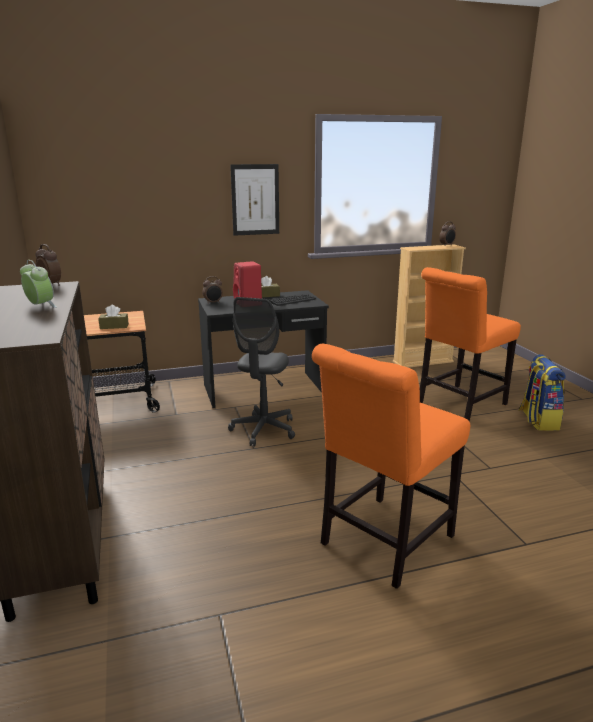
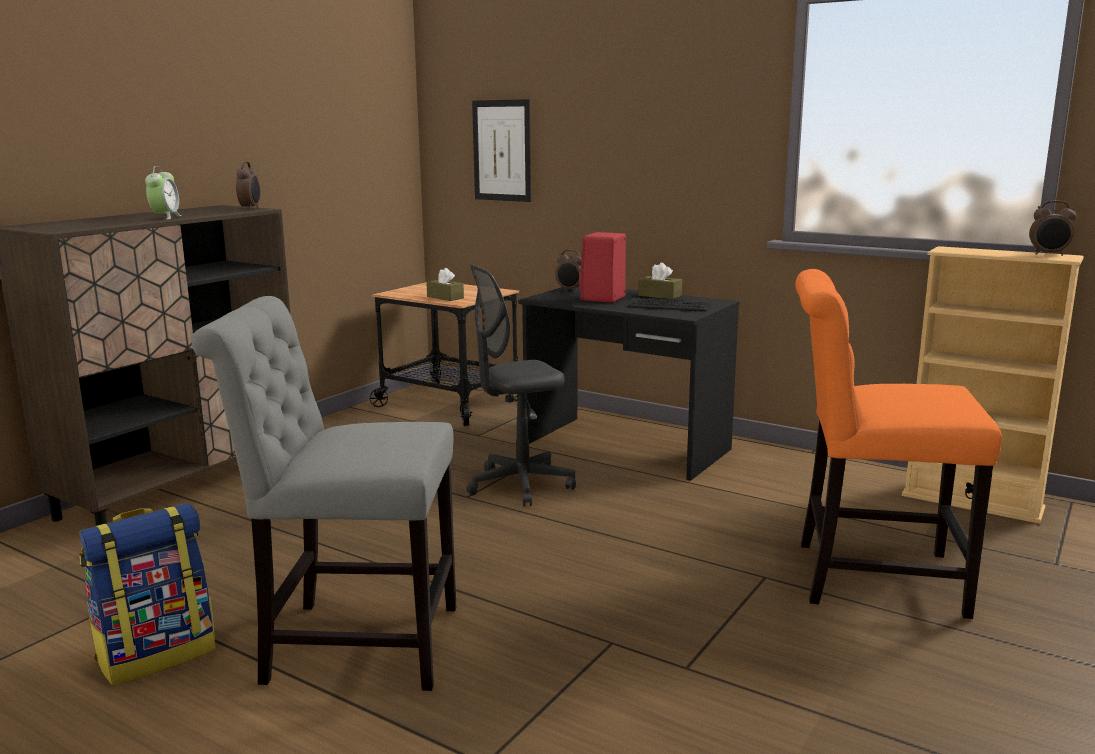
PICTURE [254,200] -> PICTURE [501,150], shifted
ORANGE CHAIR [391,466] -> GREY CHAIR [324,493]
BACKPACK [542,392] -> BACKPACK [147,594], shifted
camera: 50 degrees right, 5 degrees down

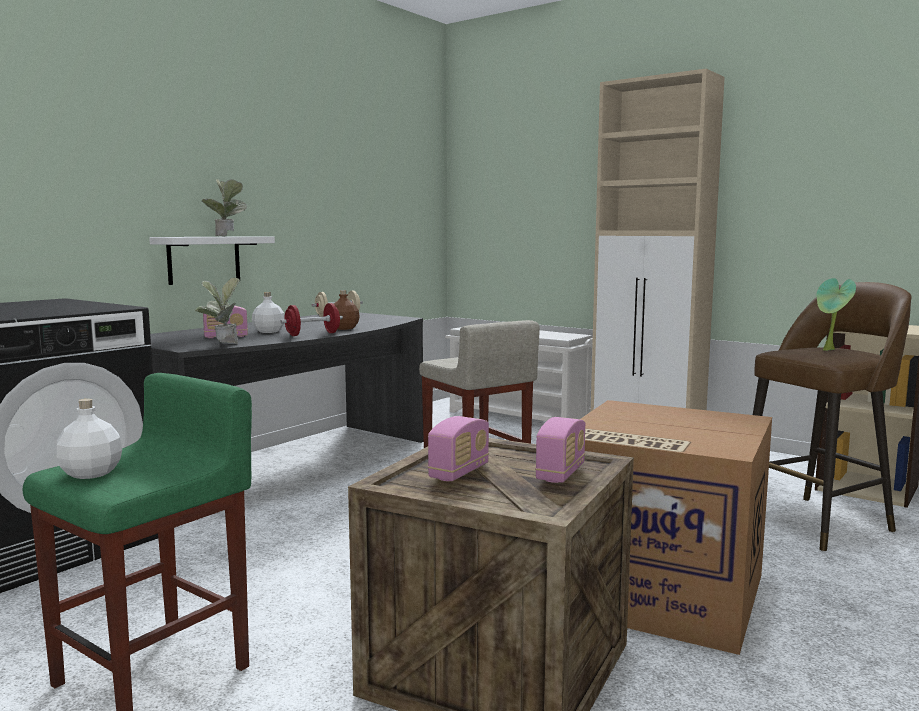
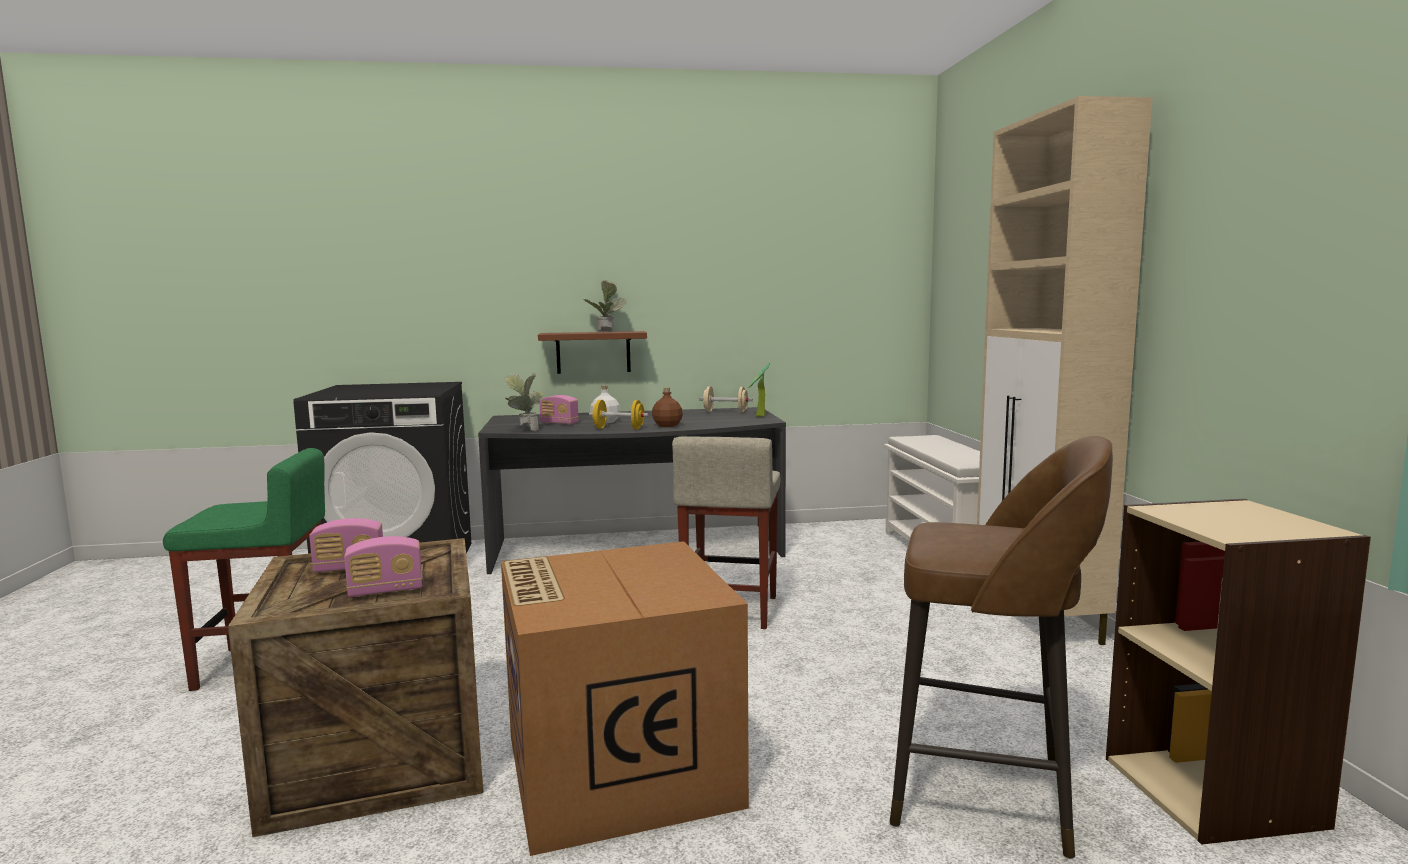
WHITE BOTTLE [89,439] -> none
WHITE SHELF [212,260] -> BROWN SHELF [592,352]
RED DUMBBELL [311,319] -> YELLOW DUMBBELL [619,415]
POTTED PLANT [836,314] -> POTTED PLANT [759,390], shifted
camera: 45 degrees right, 0 degrees up

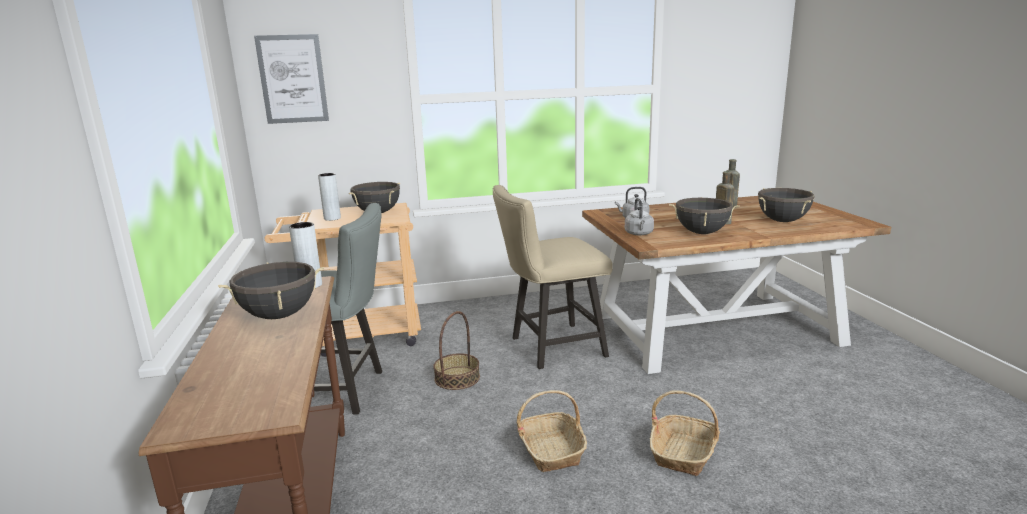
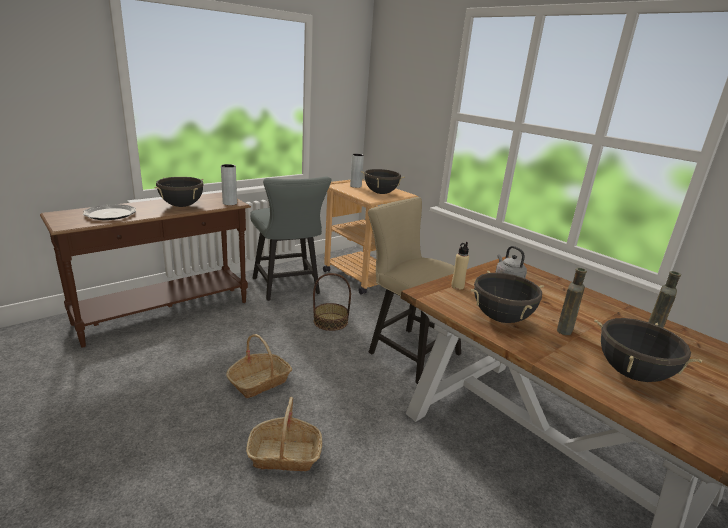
PICTURE [291,79] -> none
GREY KETTLE [639,216] -> BEIGE BOTTLE [460,266]
none -> PLATE [109,212]
camera: 60 degrees right, 5 degrees up

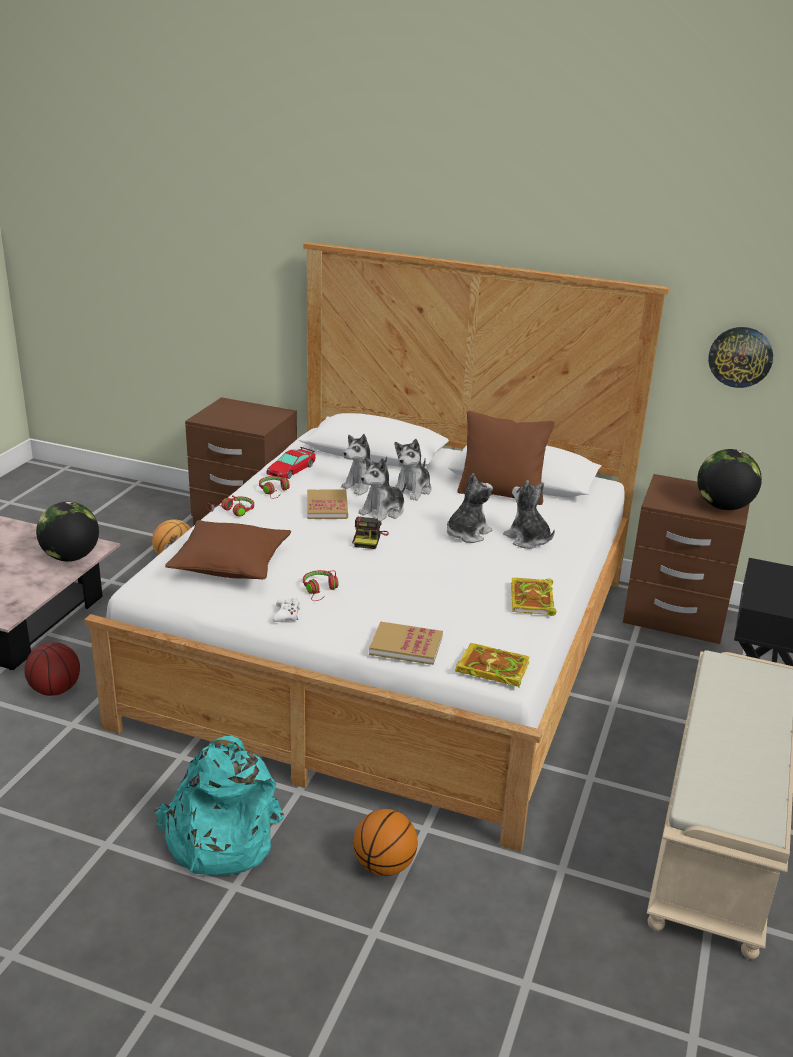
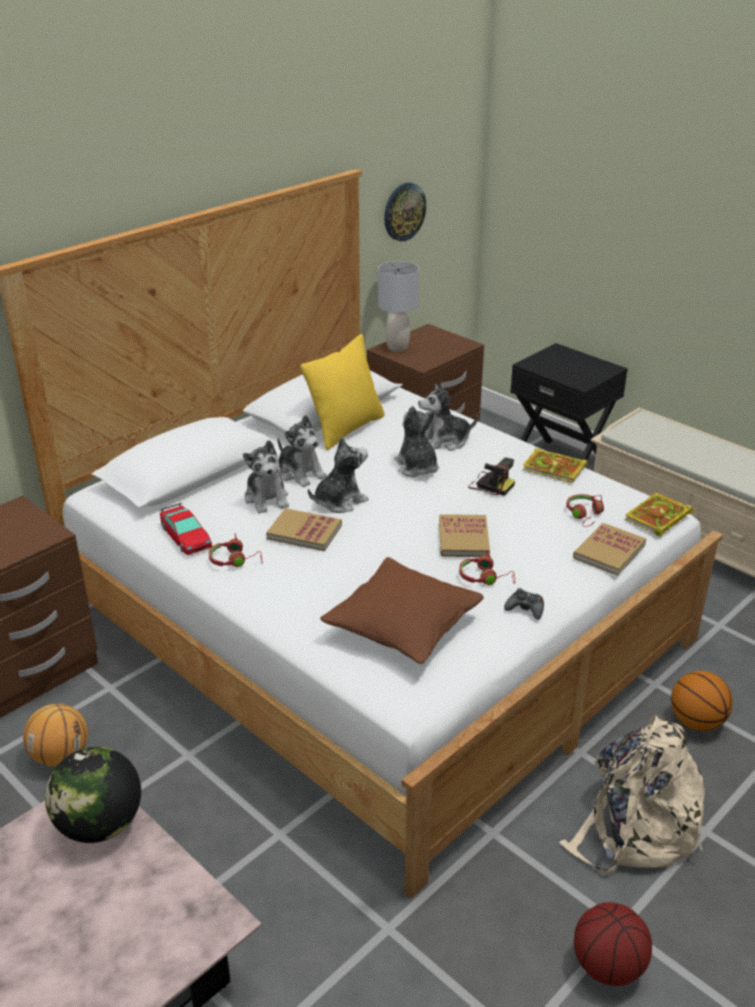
BASKETBALL [52,669] -> BASKETBALL [613,944], shifted
TURQUOISE BACKPACK [219,805] -> BEIGE BACKPACK [632,794]
RED HEADPHONES [230,505] -> RED HEADPHONES [585,510], shifted
WHITE GAME CONTROLLER [286,609] -> BLACK GAME CONTROLLER [524,604]
PHOTO CAMERA [370,532] -> PHOTO CAMERA [491,477], shifted
PLUSH TOY [382,489] -> PLUSH TOY [338,475], 105 degrees counterclockwise
BROWN PILLOW [506,458] -> YELLOW PILLOW [342,392]
GLOBE [729,479] -> none
none -> GREY TABLE LAMP [398,306]
none -> BOOK [464,535]
camera: 65 degrees left, 5 degrees up

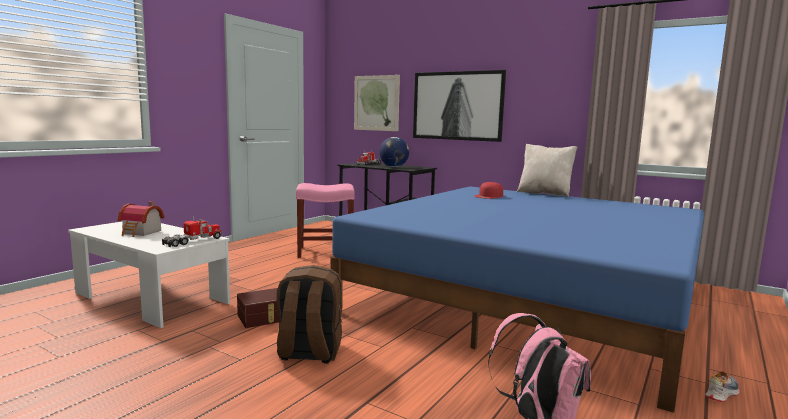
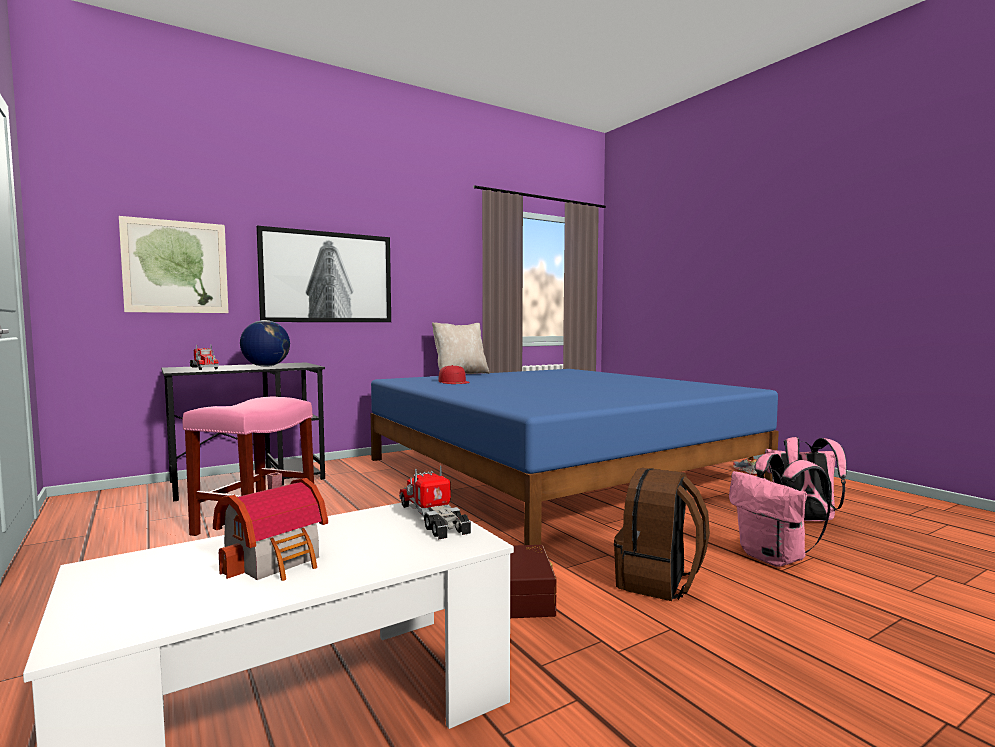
none -> PINK BACKPACK [780,510]
camera: 65 degrees left, 5 degrees down

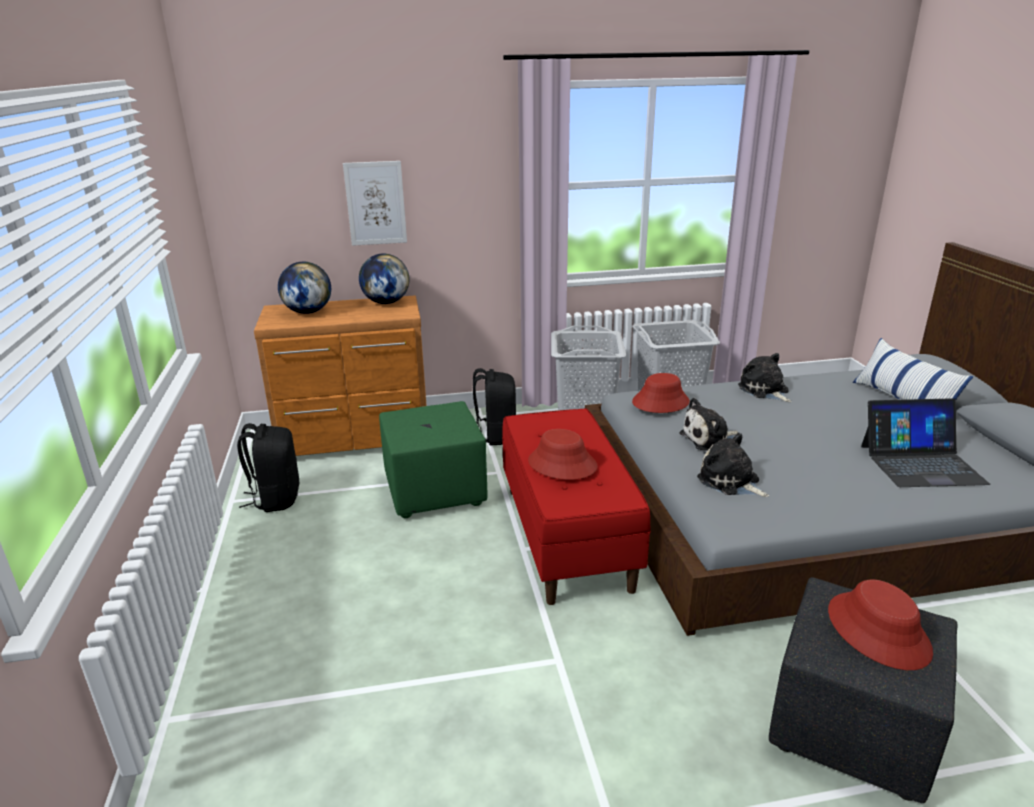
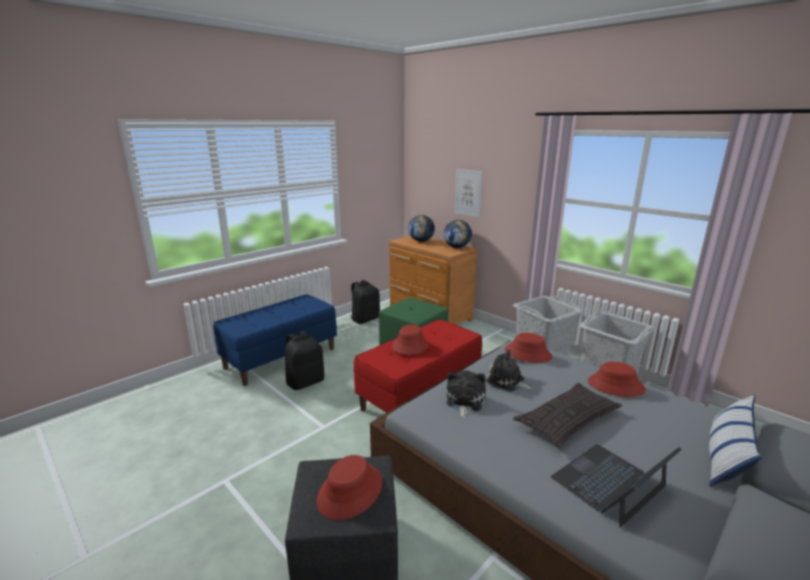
BLACK BACKPACK [494,407] -> BLACK BACKPACK [304,360], shifted
PLUSH TOY [765,377] -> RED HAT [617,379]
LAPTOP [925,442] -> LAPTOP [616,485], 90 degrees clockwise
none -> BLUE BENCH [275,340]
none -> PILLOW [567,415]
camera: 55 degrees right, 5 degrees down

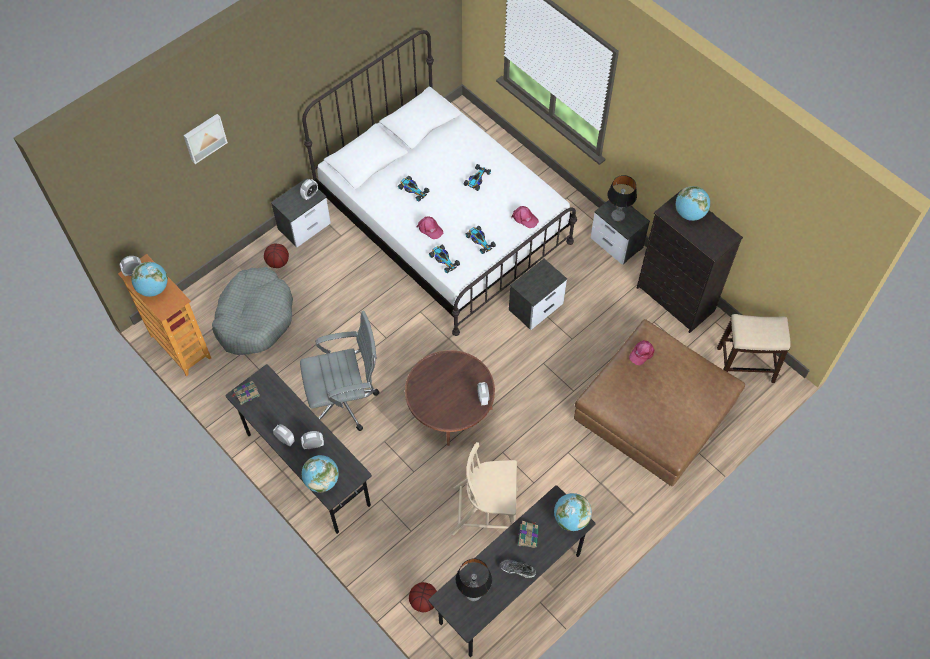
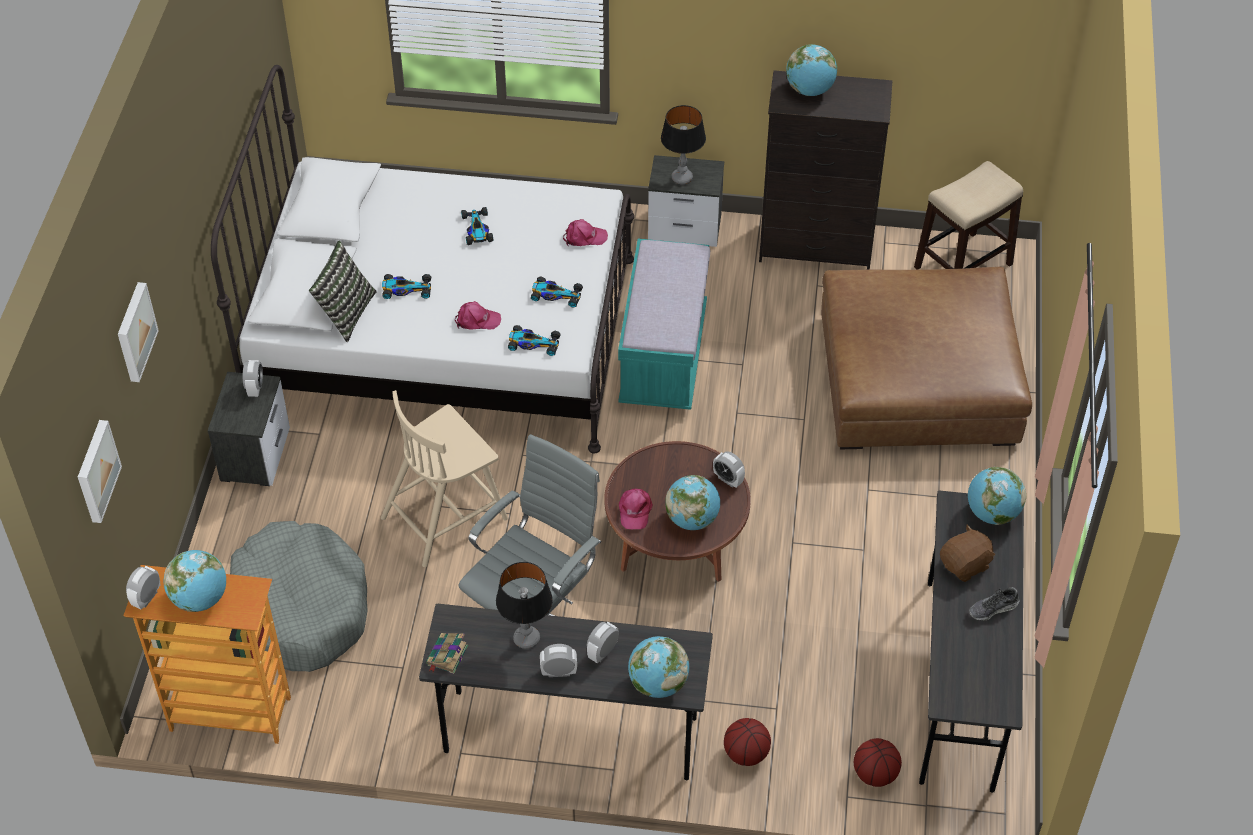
BASKETBALL [276,255] -> BASKETBALL [747,742], shifted
BEIGE CHAIR [484,488] -> BEIGE CHAIR [444,478], shifted
TABLE LAMP [474,579] -> TABLE LAMP [524,605], shifted
NIGHTSTAND [538,294] -> TURQUOISE BENCH [664,324]
BOOK [528,534] -> BROWN PLUSH TOY [967,553]
PINK CAP [641,353] -> PINK CAP [636,509], shifted
none -> PICTURE [100,471]
none -> PILLOW [343,291]
none -> GLOBE [692,502]
camera: 40 degrees left, 10 degrees down

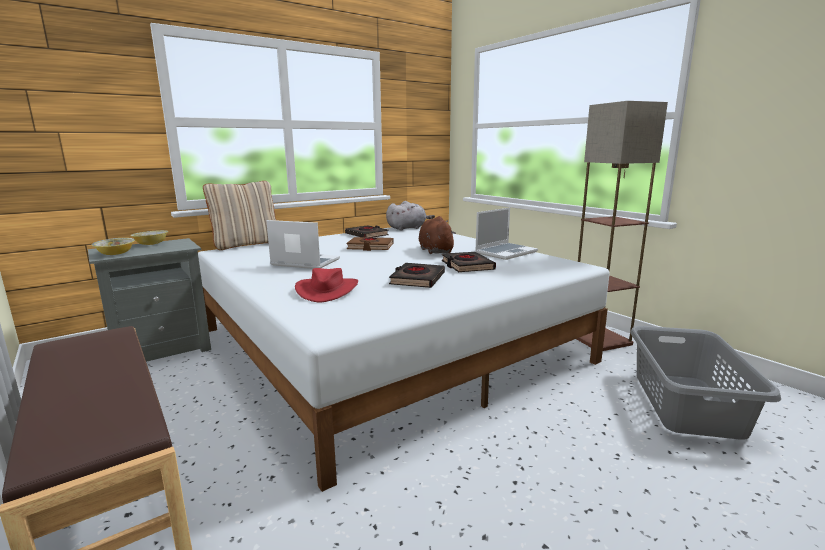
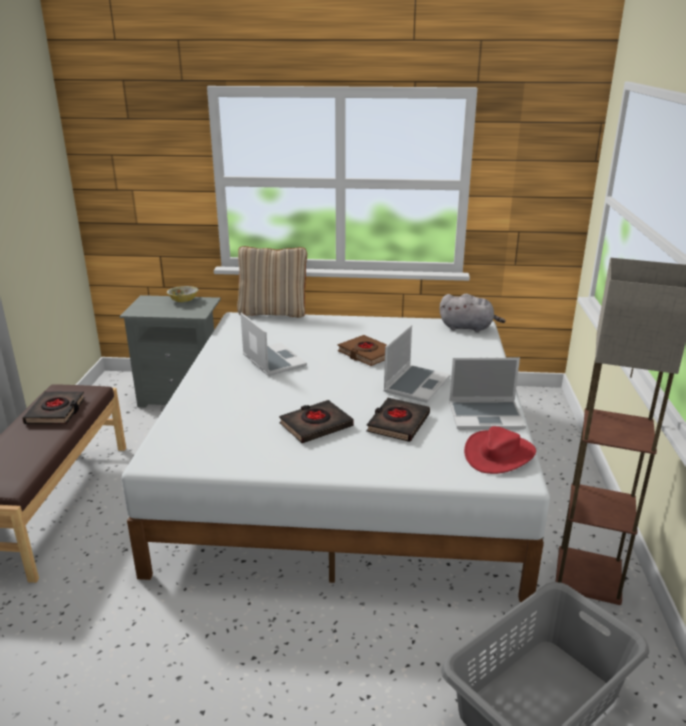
BOWL [113,246] -> none
RED HAT [326,285] -> RED HAT [500,450], shifted
BLACK BOOK [367,231] -> BLACK BOOK [53,408], shifted
BROWN PLUSH TOY [437,235] -> LAPTOP [417,364]
camera: 40 degrees right, 10 degrees up

